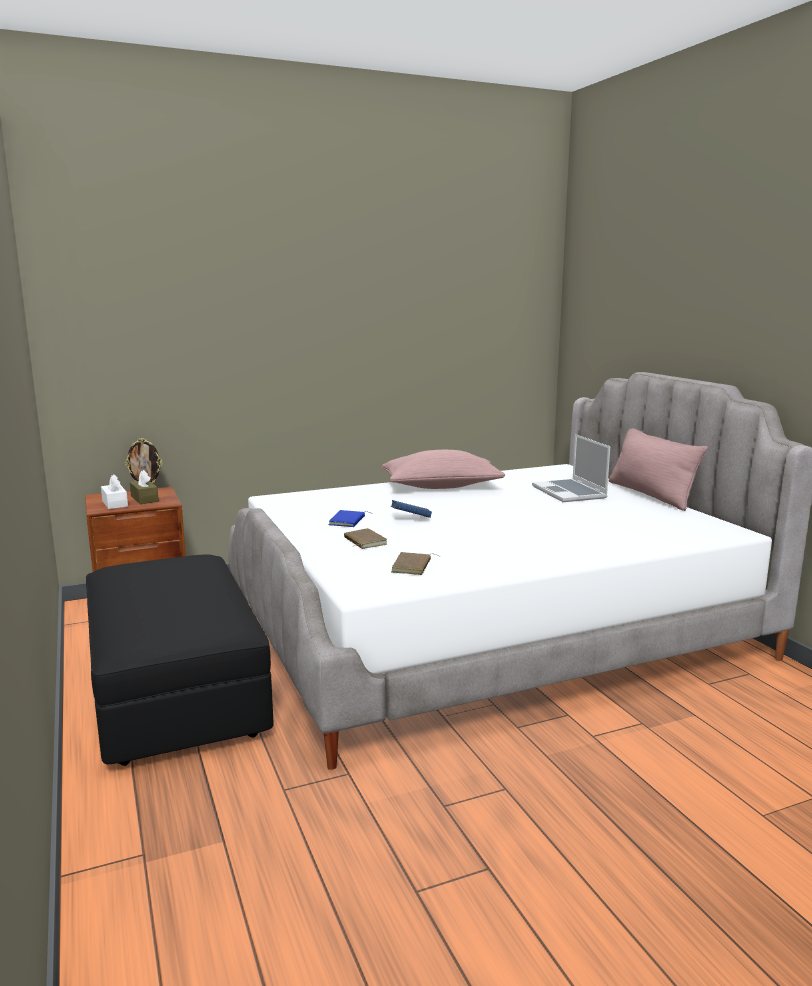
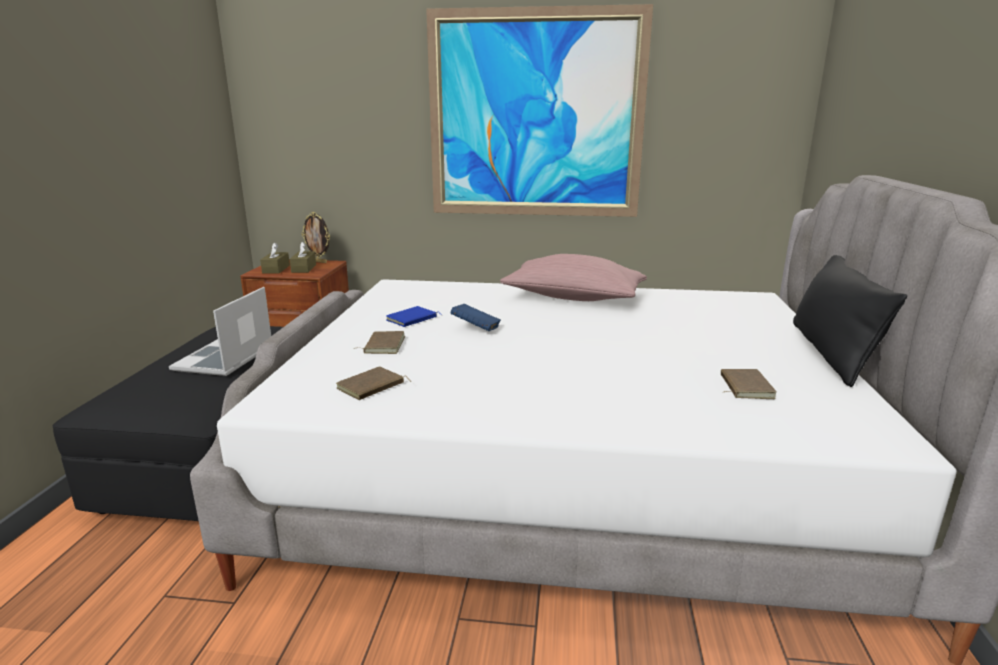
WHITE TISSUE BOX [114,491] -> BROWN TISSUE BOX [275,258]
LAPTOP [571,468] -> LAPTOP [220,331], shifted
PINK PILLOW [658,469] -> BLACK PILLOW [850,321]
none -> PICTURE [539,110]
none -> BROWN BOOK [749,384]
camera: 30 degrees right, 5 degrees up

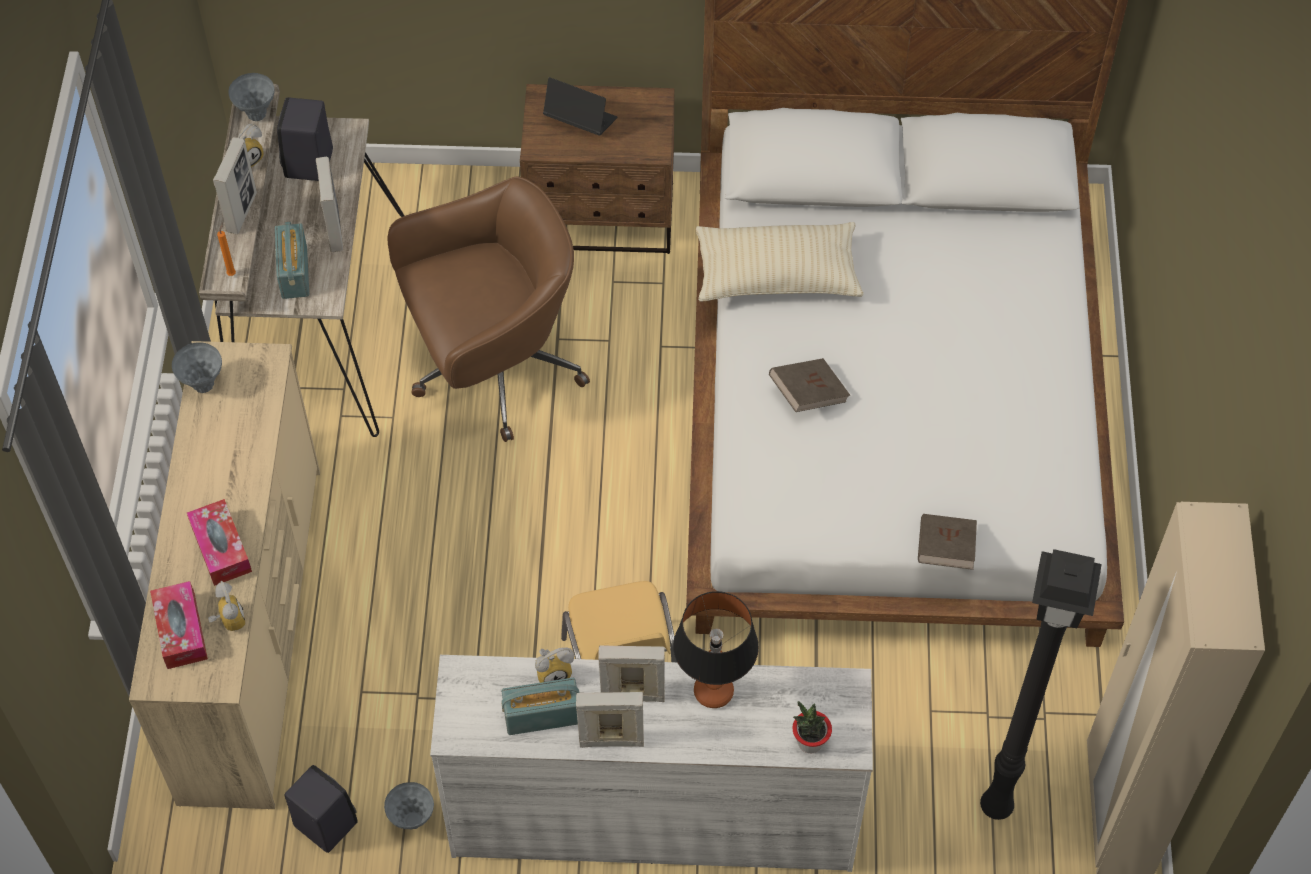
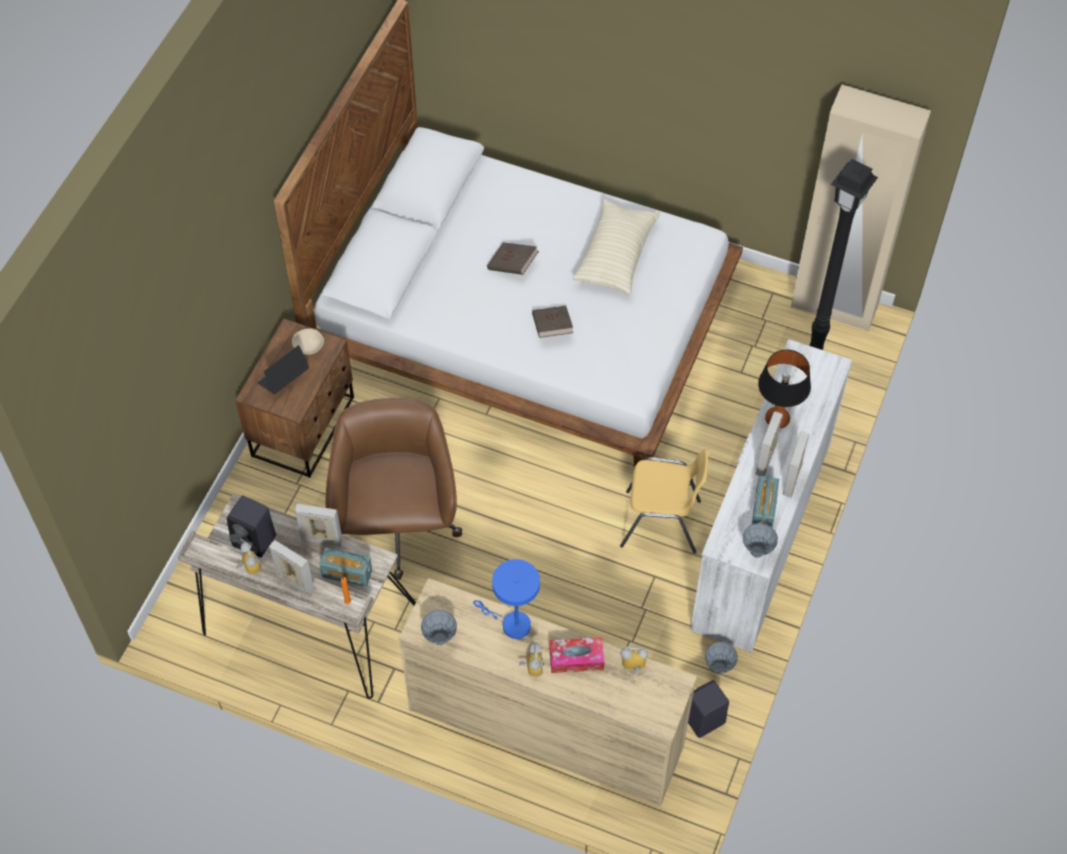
TISSUE BOX [179,625] -> none
GREY VASE [251,97] -> GREY VASE [760,540], shifted
ALARM CLOCK [554,665] -> ALARM CLOCK [531,659], shifted
BEIGE PILLOW [780,262] -> BEIGE PILLOW [616,247], shifted
POTTED PLANT [812,727] -> none
BROWN BOOK [947,542] -> BROWN BOOK [513,258], shifted
none -> BEIGE BOWL [308,341]
none -> BLUE TABLE LAMP [506,599]
camera: 70 degrees left, 0 degrees up

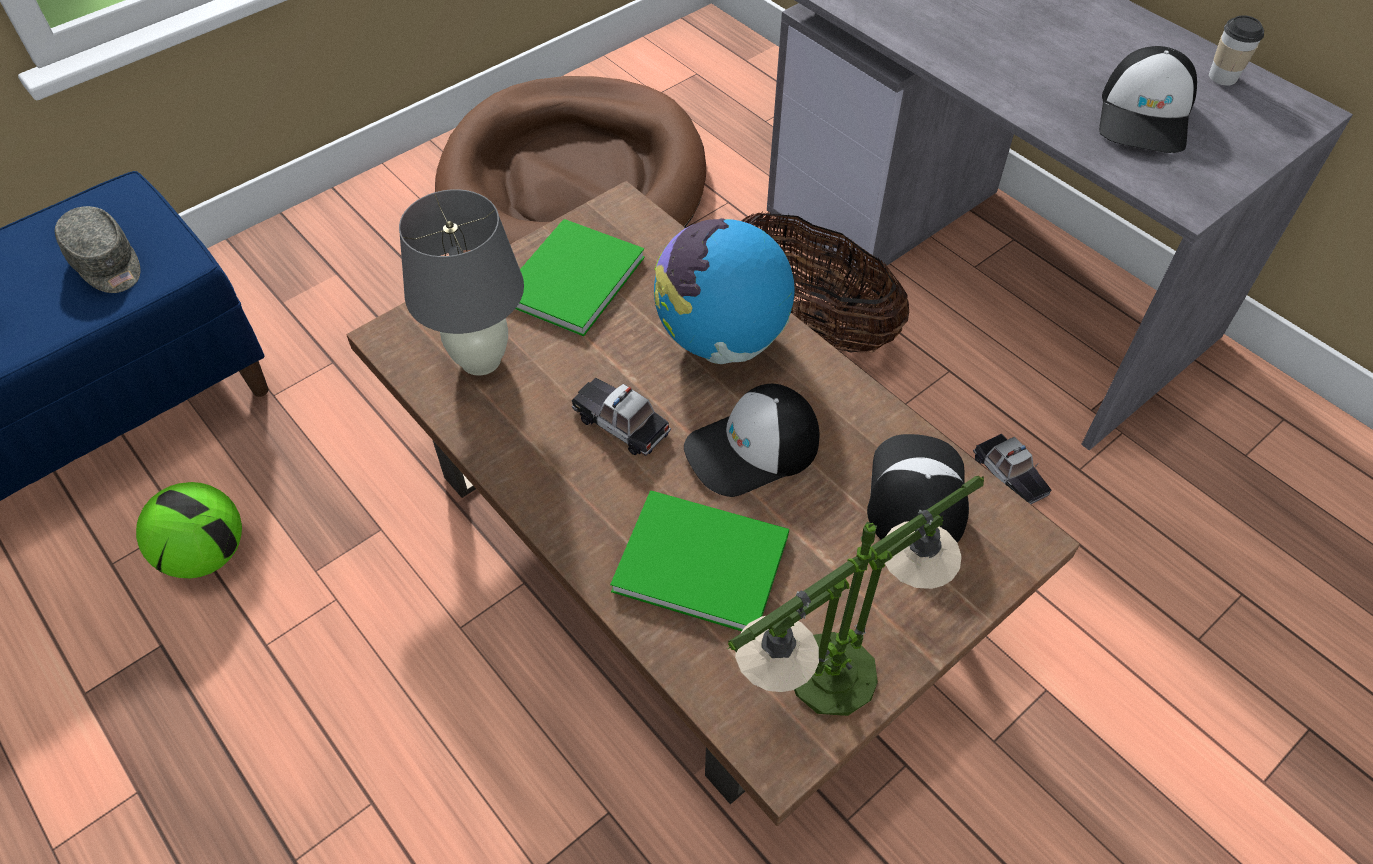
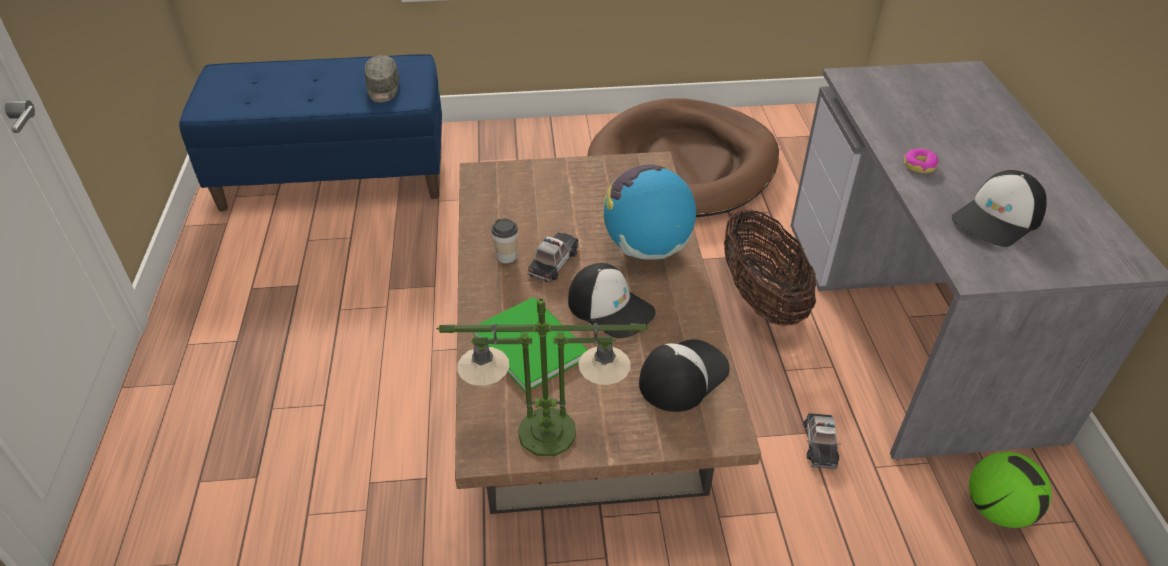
FOOTBALL [189,530] -> FOOTBALL [1010,490], shifted
GREY TABLE LAMP [461,282] -> none
GREEN BOOK [580,277] -> none
TOY CAR [621,417] -> TOY CAR [553,257], 45 degrees clockwise
CAP [751,440] -> CAP [612,300], 150 degrees counterclockwise
CUP [1236,50] -> CUP [504,241], shifted
none -> DONUT [921,160]
camera: 35 degrees right, 10 degrees down

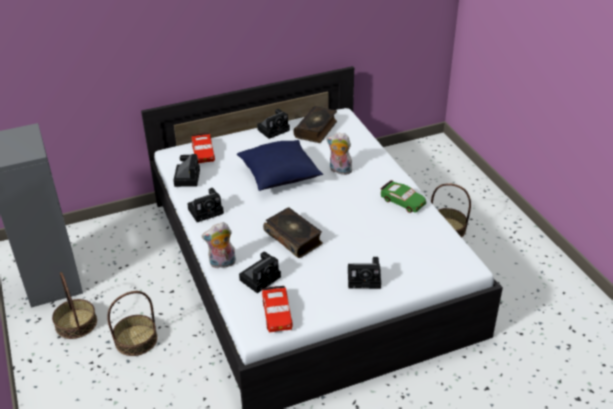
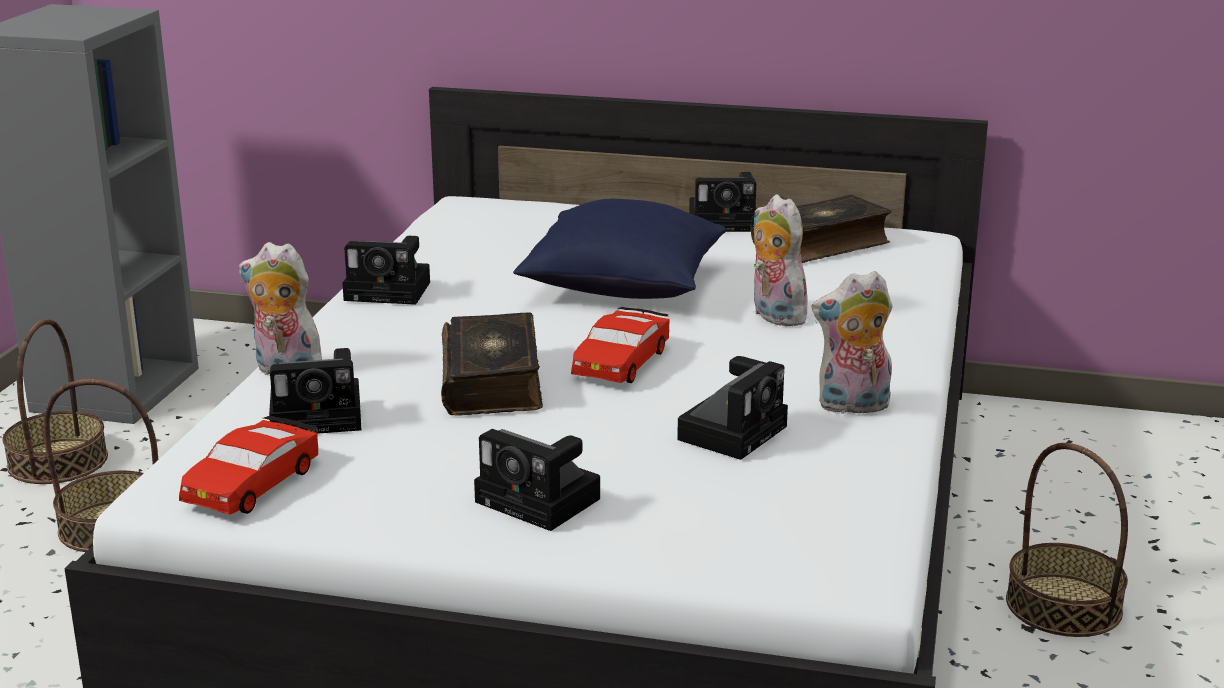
PHOTO CAMERA [186,170] -> PHOTO CAMERA [732,408], shifted
RED TOY CAR [203,148] -> RED TOY CAR [620,345], shifted
GREEN TOY CAR [403,196] -> PLUSH TOY [852,342]
camera: 35 degrees right, 15 degrees down

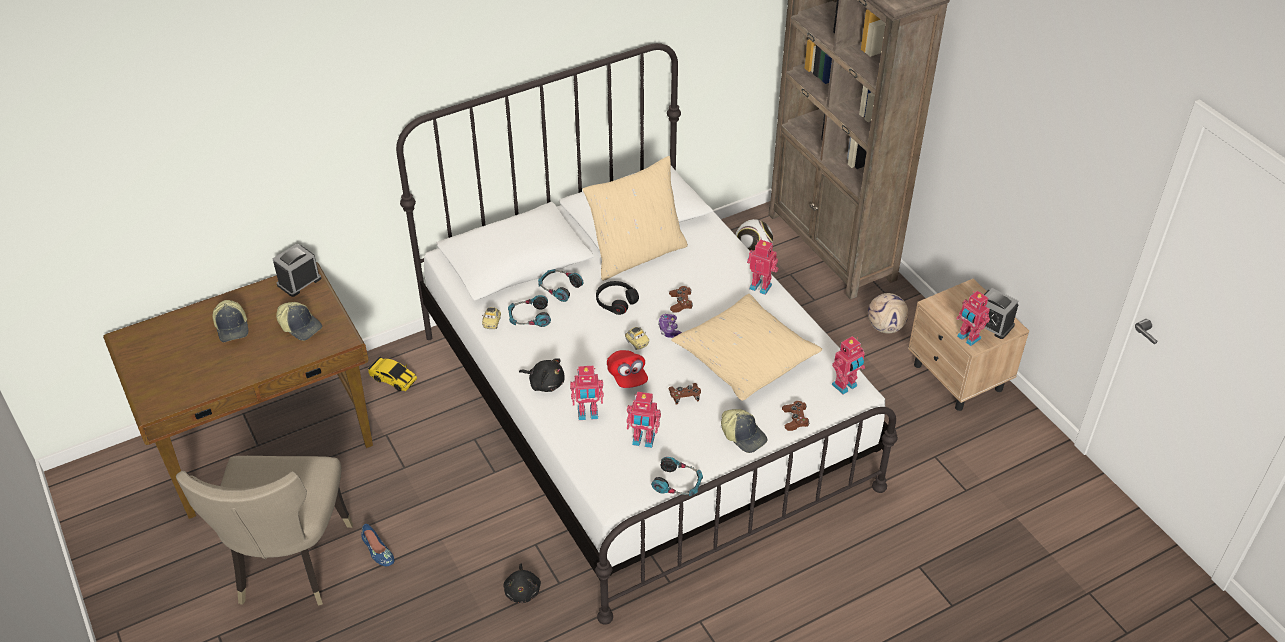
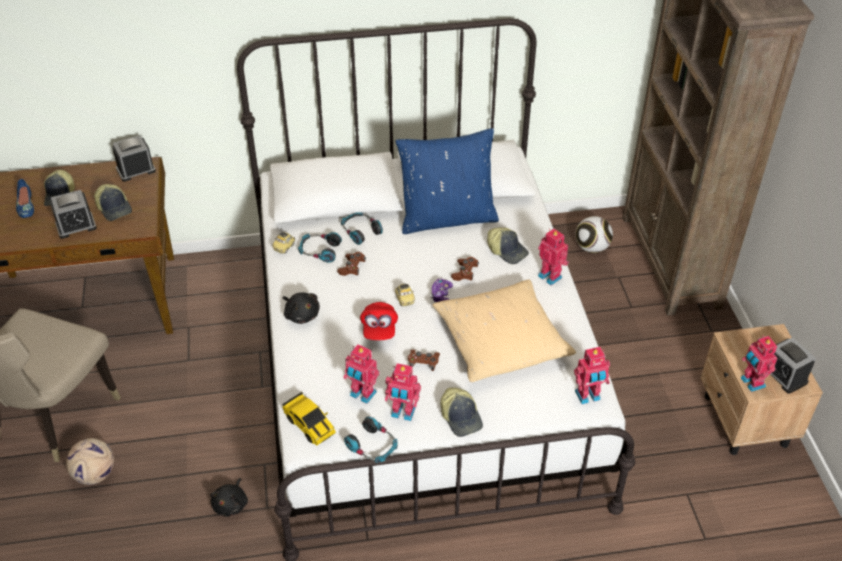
BLUE SHOE [378,545] -> BLUE SHOE [25,198], shifted
TOY CAR [392,373] -> TOY CAR [309,419], shifted
TOY ROBOT [587,392] -> TOY ROBOT [403,392], shifted
BEIGE PILLOW [635,218] -> BLUE PILLOW [447,181]
BLACK HEADPHONES [617,298] -> none
BROWN GAME CONTROLLER [795,416] -> BROWN GAME CONTROLLER [351,264], shifted
FOOTBALL [888,313] -> FOOTBALL [90,461], shifted
none -> ALARM CLOCK [73,214]
none -> CAP [508,245]
camera: 20 degrees right, 0 degrees up

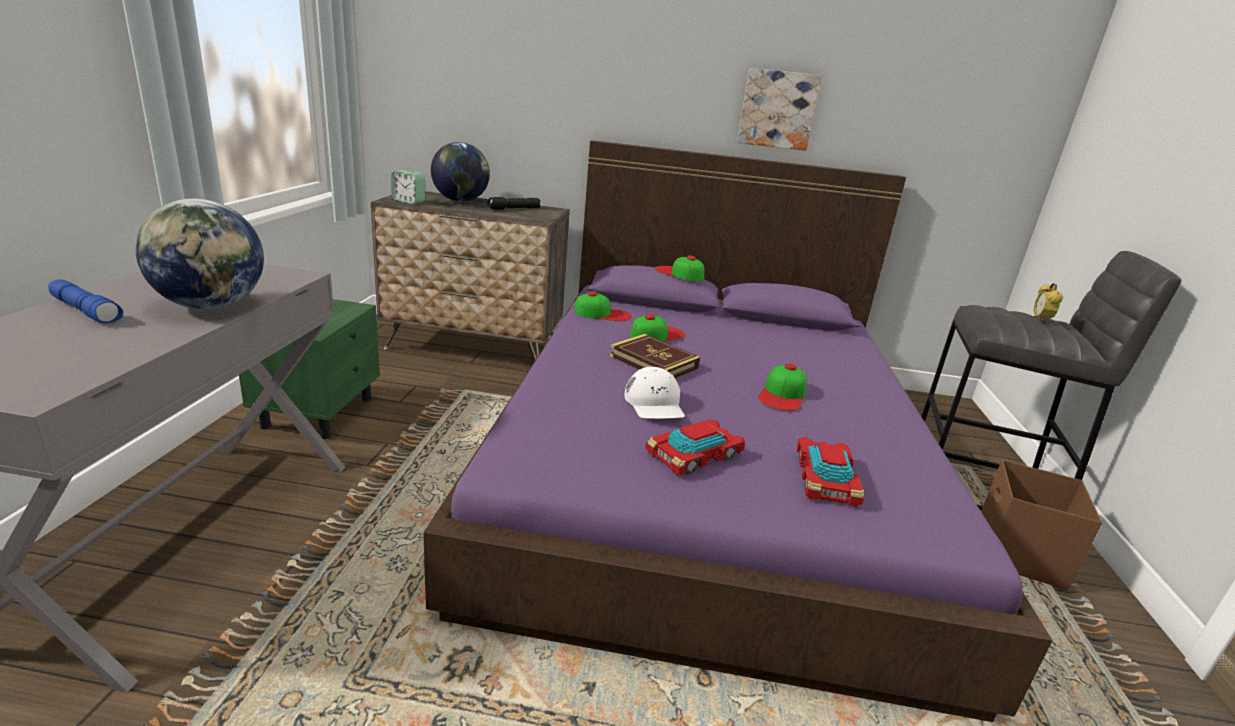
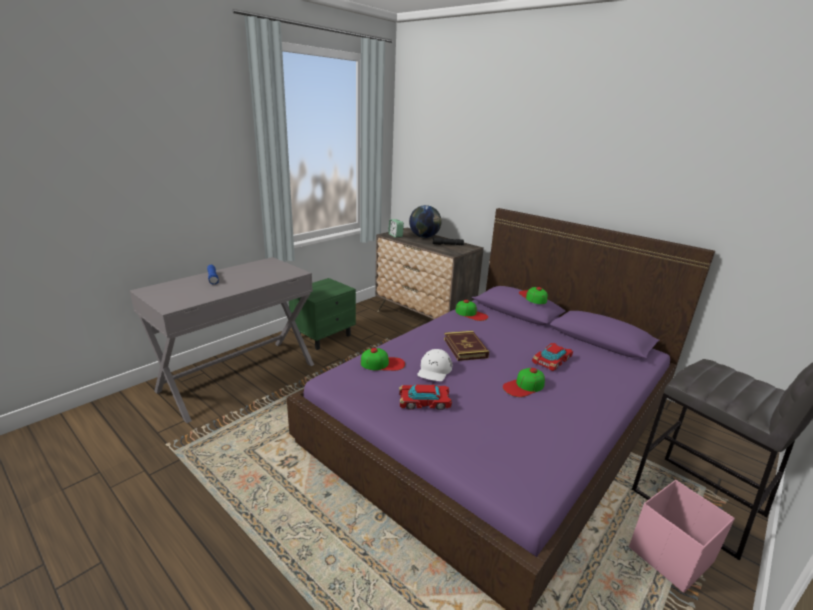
GLOBE [199,254] -> none
CAP [657,328] -> CAP [383,359], shifted
PICTURE [779,109] -> none
TOY CAR [830,472] -> TOY CAR [552,357], shifted
BROWN STORAGE BOX [1041,525] -> PINK STORAGE BOX [682,536]
ALARM CLOCK [1048,302] -> none
camera: 35 degrees right, 0 degrees up

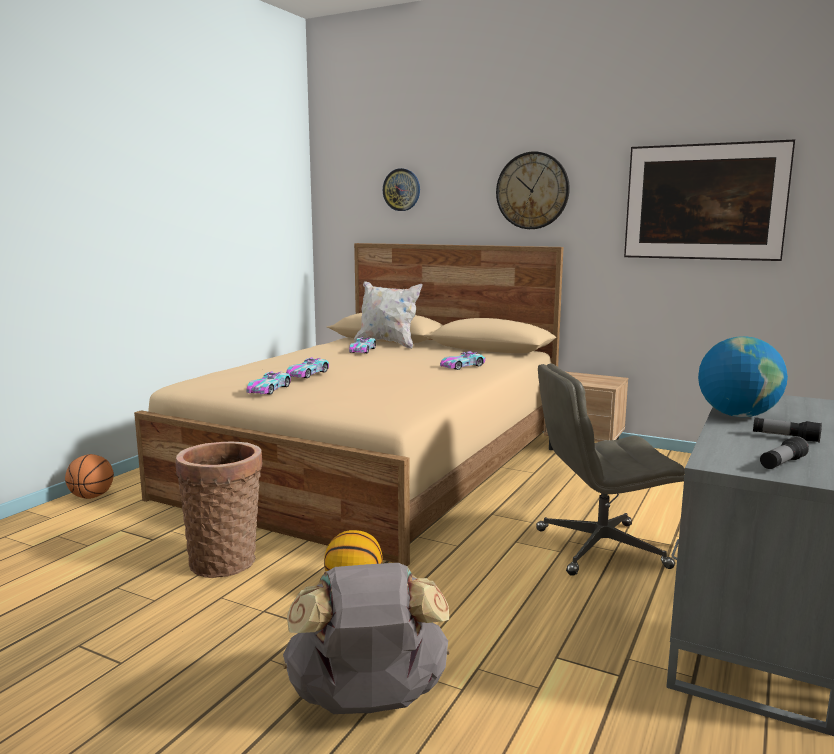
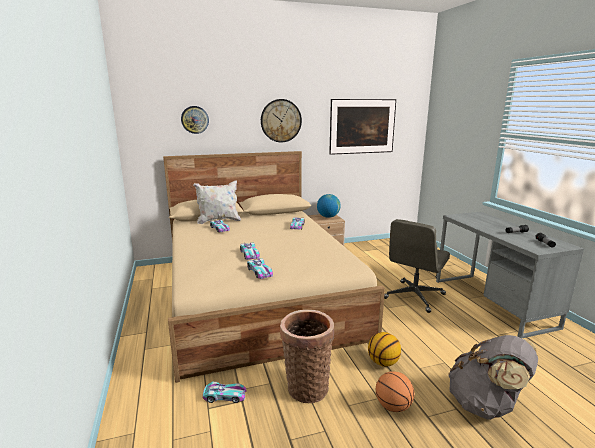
BASKETBALL [89,476] -> BASKETBALL [395,391], shifted
GLOBE [743,376] -> GLOBE [328,206], shifted
none -> TOY CAR [225,392]
camera: 45 degrees left, 5 degrees up

